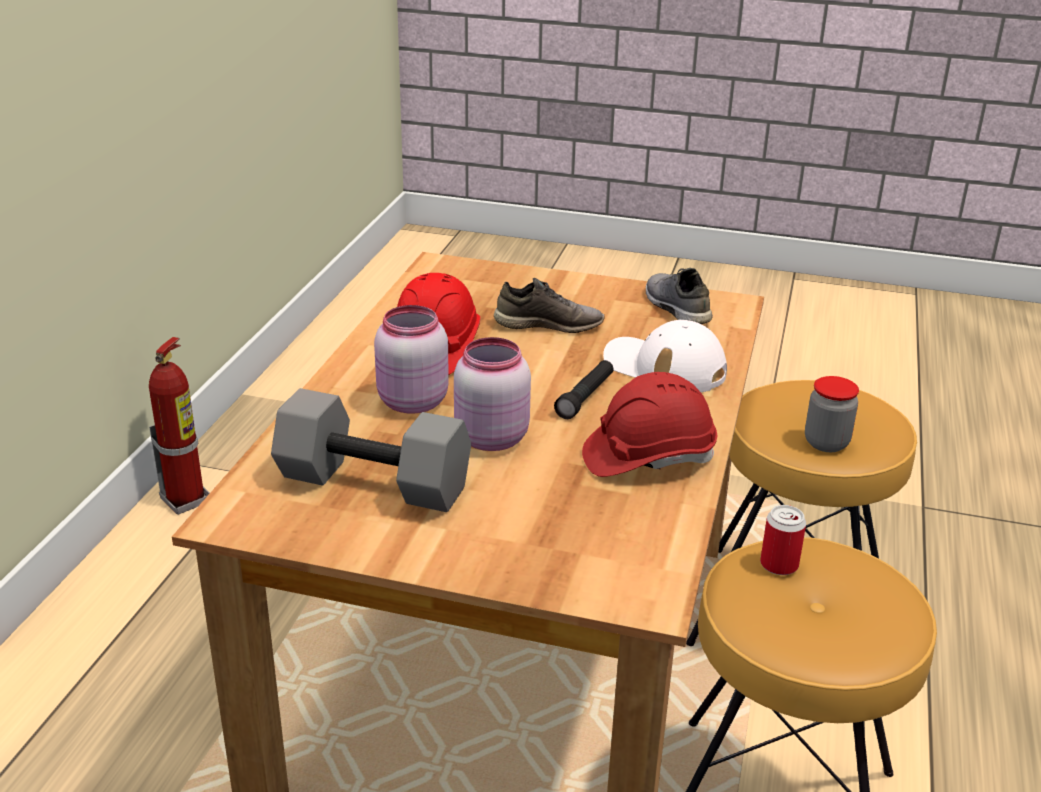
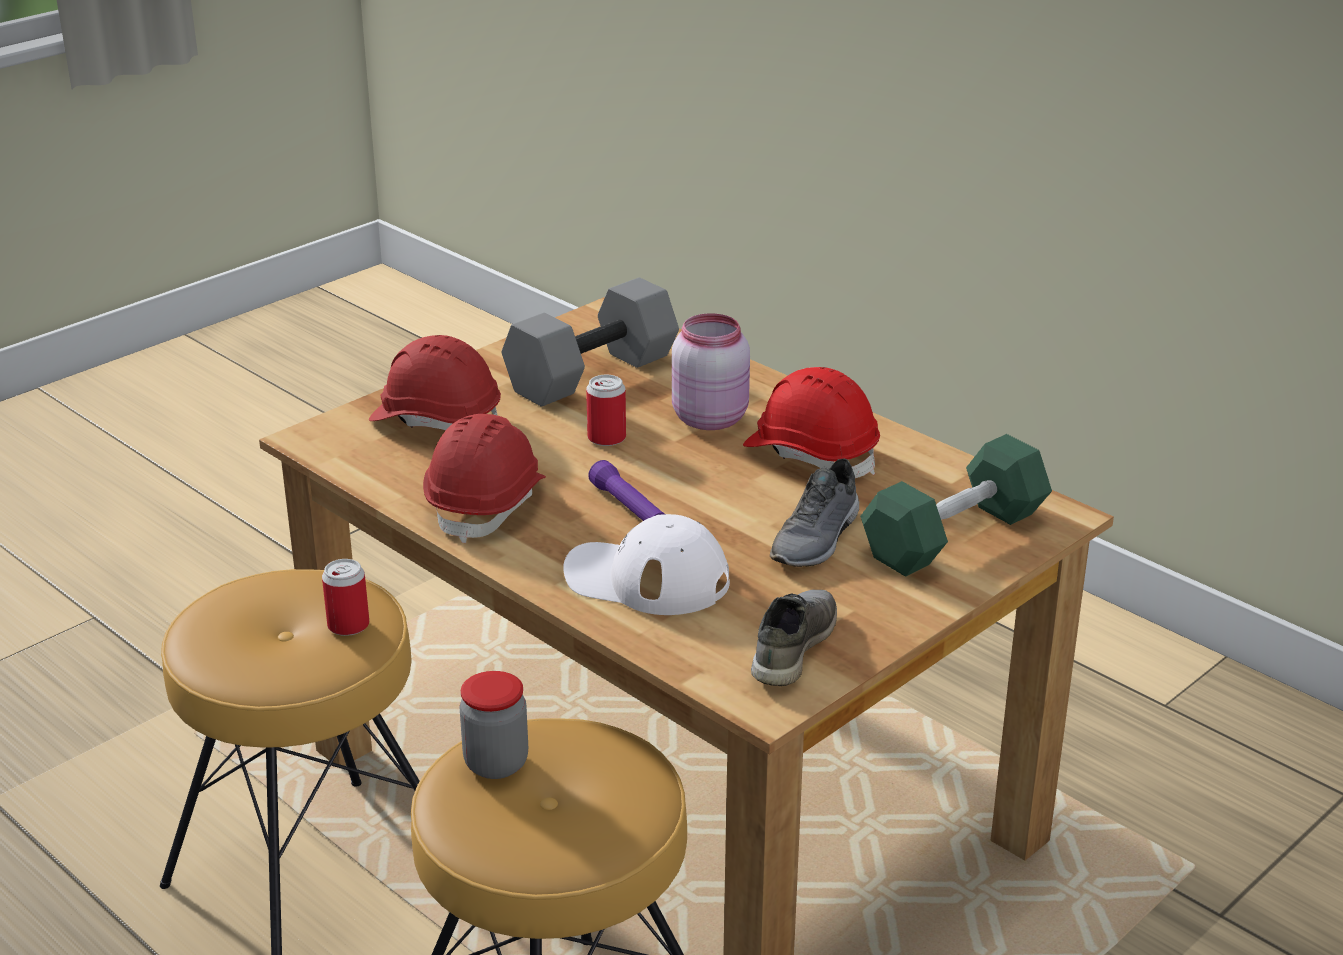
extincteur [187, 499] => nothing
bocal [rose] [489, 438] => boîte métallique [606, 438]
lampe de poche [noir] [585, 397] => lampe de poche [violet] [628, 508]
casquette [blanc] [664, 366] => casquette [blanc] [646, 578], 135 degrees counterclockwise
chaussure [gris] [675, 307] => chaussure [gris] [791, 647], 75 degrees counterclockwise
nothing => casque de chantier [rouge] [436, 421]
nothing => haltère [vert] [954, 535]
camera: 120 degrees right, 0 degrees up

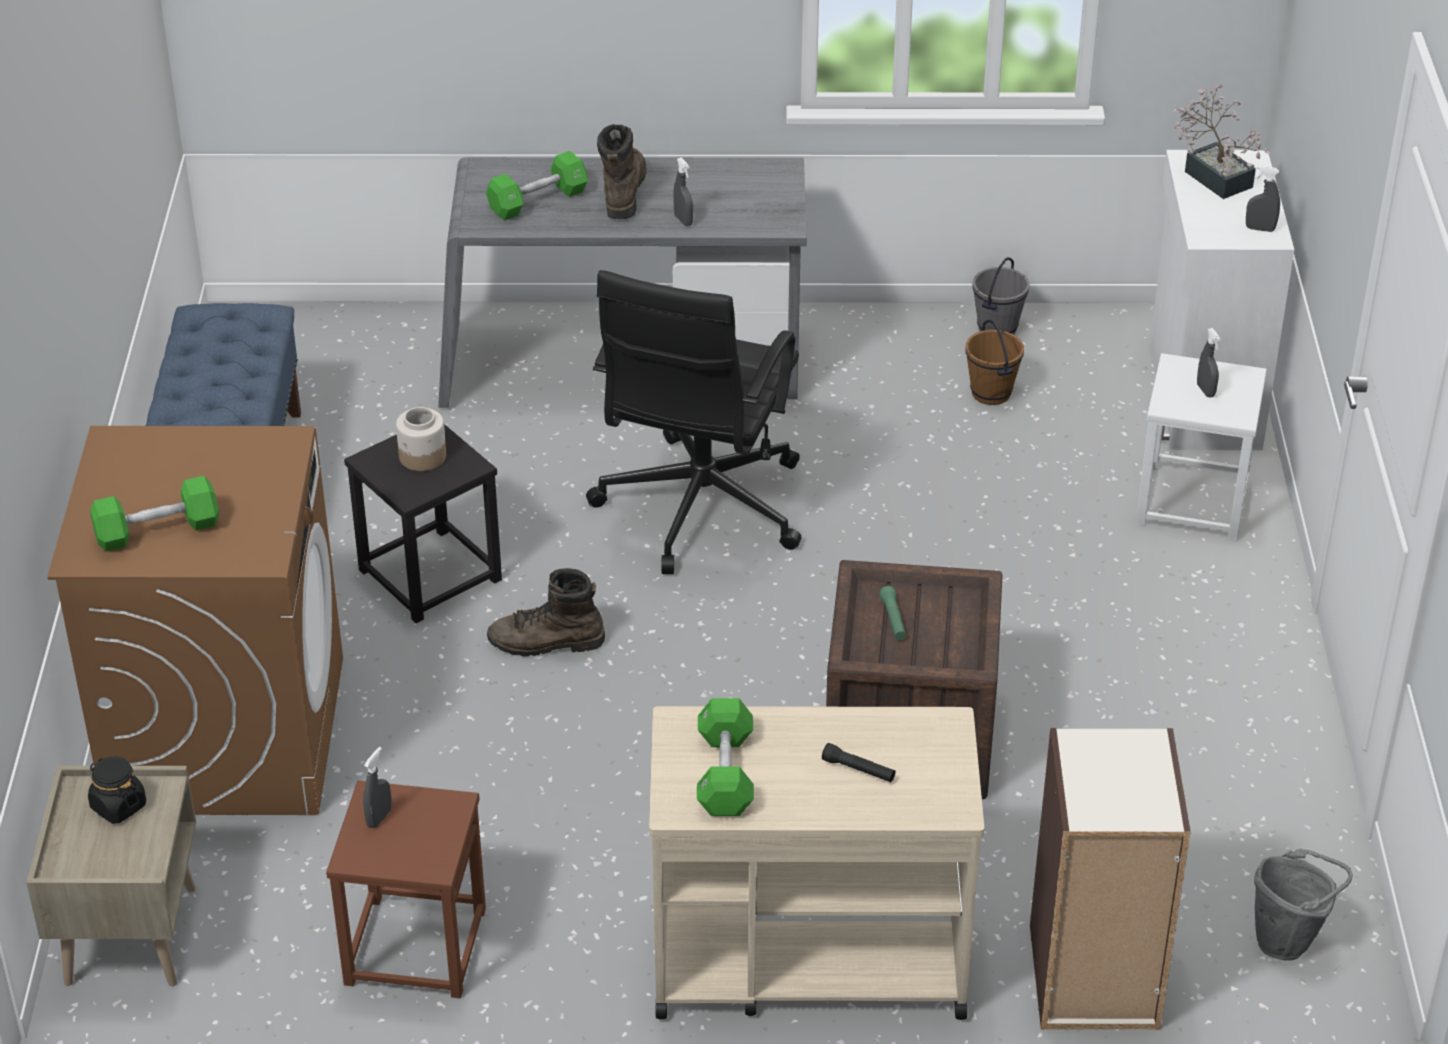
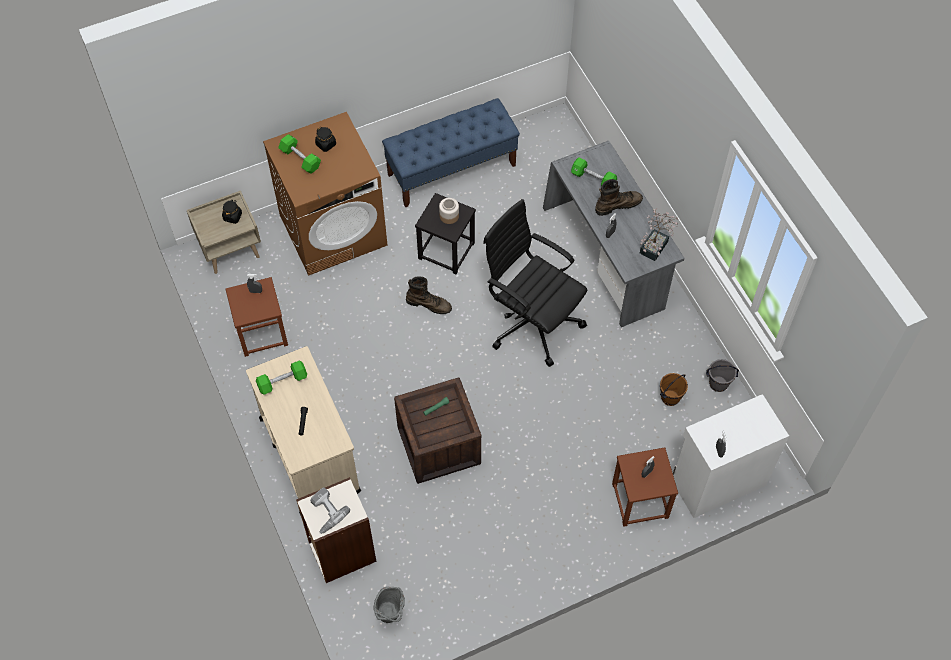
botte [marron] [546, 643] => botte [marron] [429, 304], 135 degrees clockwise
chaise de bureau [noir] [699, 510] => chaise de bureau [noir] [532, 321], 45 degrees clockwise
tabouret [blanc] [1191, 502] => tabouret [marron] [639, 500]
plante en pot [1213, 175] => plante en pot [656, 245], moved
nothing => perceuse [325, 513]
nothing => bocal [noir] [326, 144]
camera: 65 degrees right, 20 degrees up

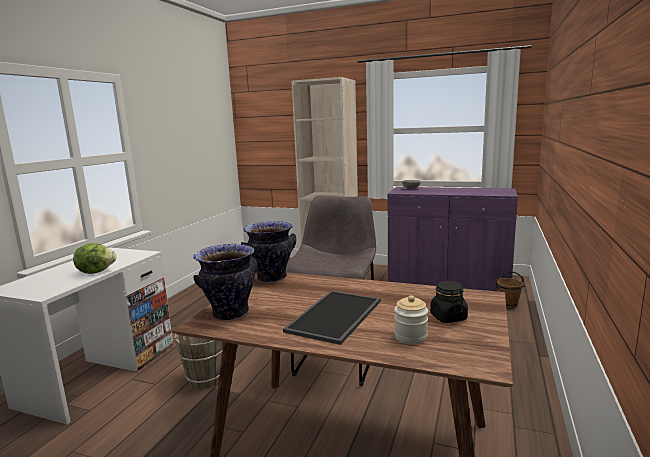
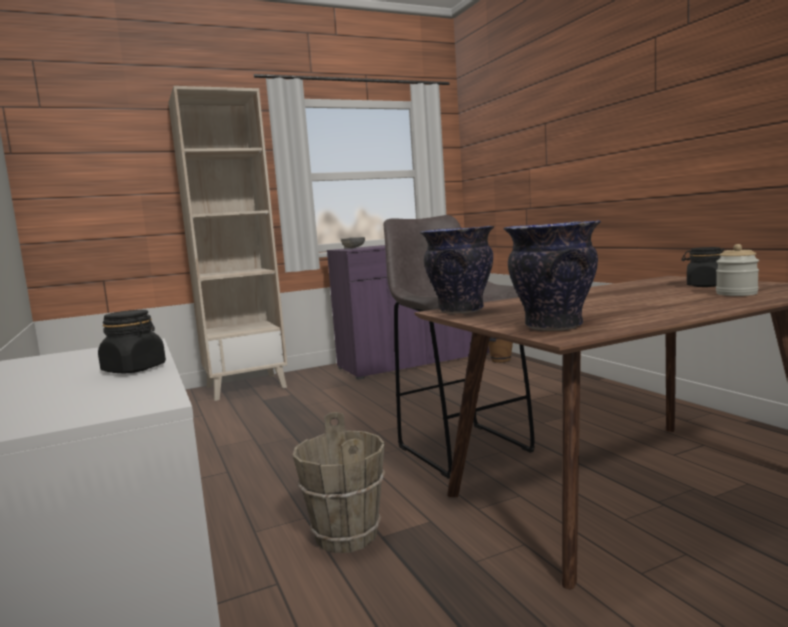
laitue [96, 271] => bocal [noir] [134, 369]
plateau [336, 316] => nothing
camera: 45 degrees left, 5 degrees down

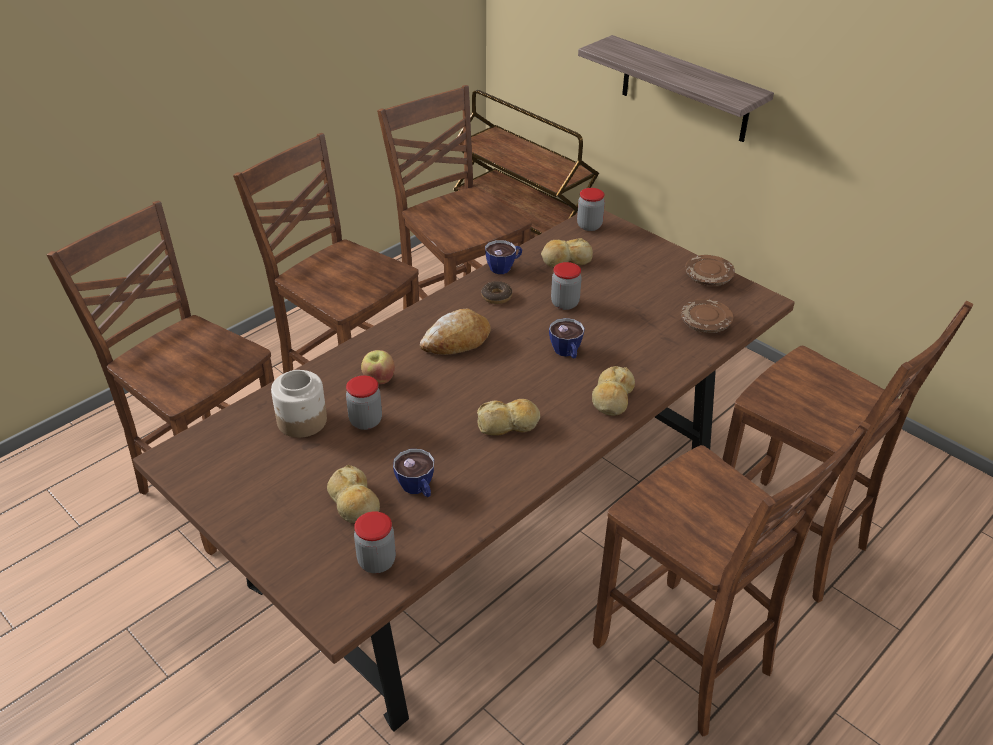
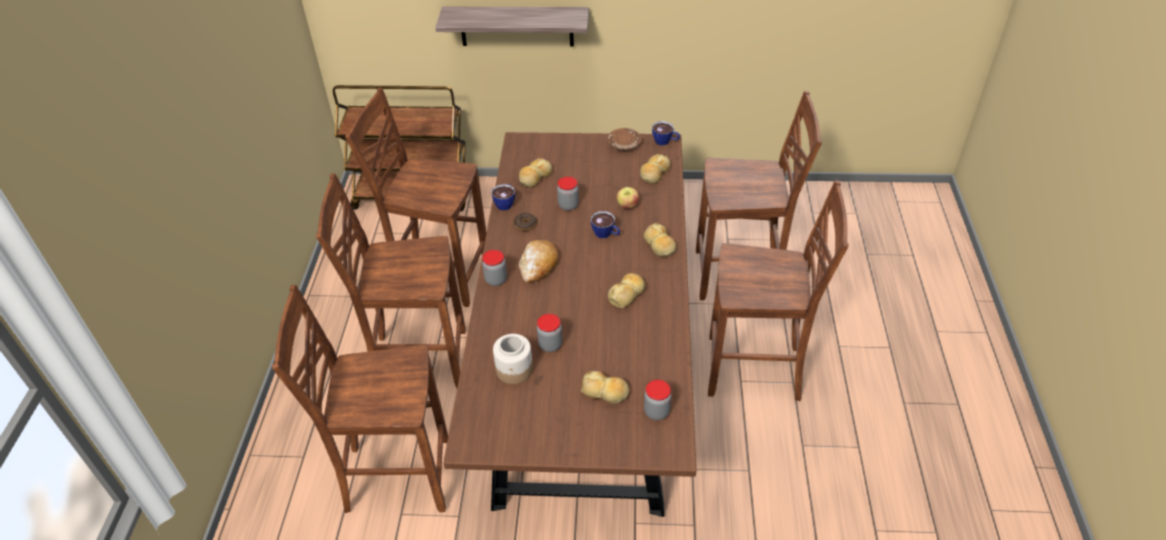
pomme [379, 379] => pomme [627, 206], moved
tasse [418, 489] => tasse [665, 142], moved
bocal [589, 226] => bocal [496, 280], moved
assiette [marron] [705, 324] => pain [654, 173]
camera: 40 degrees left, 5 degrees up

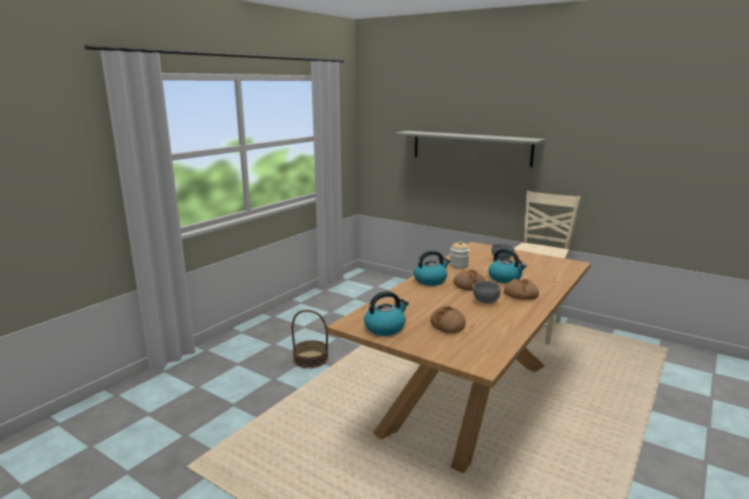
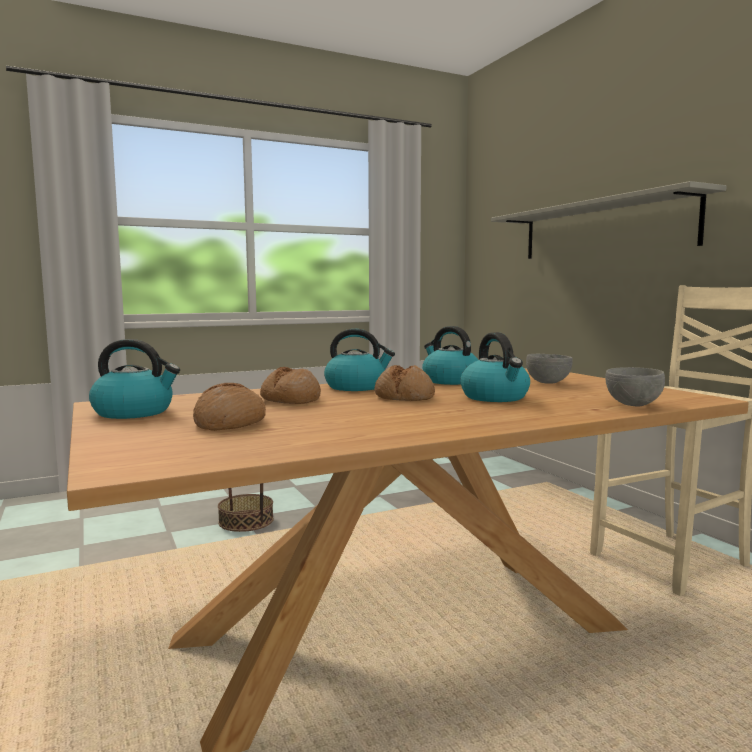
bocal [459, 265] => bouilloire [449, 381]
bol [gris] [485, 301] => bol [gris] [634, 404], moved
pain [520, 295] => pain [290, 400], moved
camera: 30 degrees right, 10 degrees down

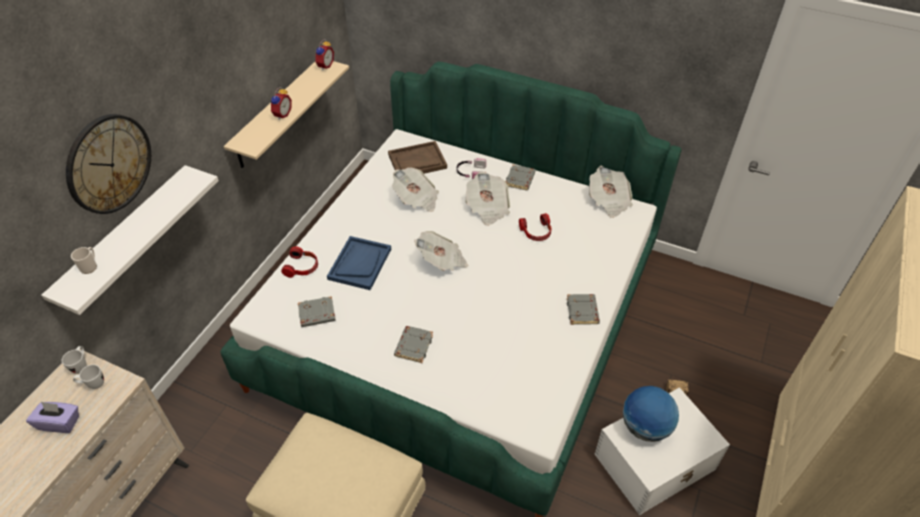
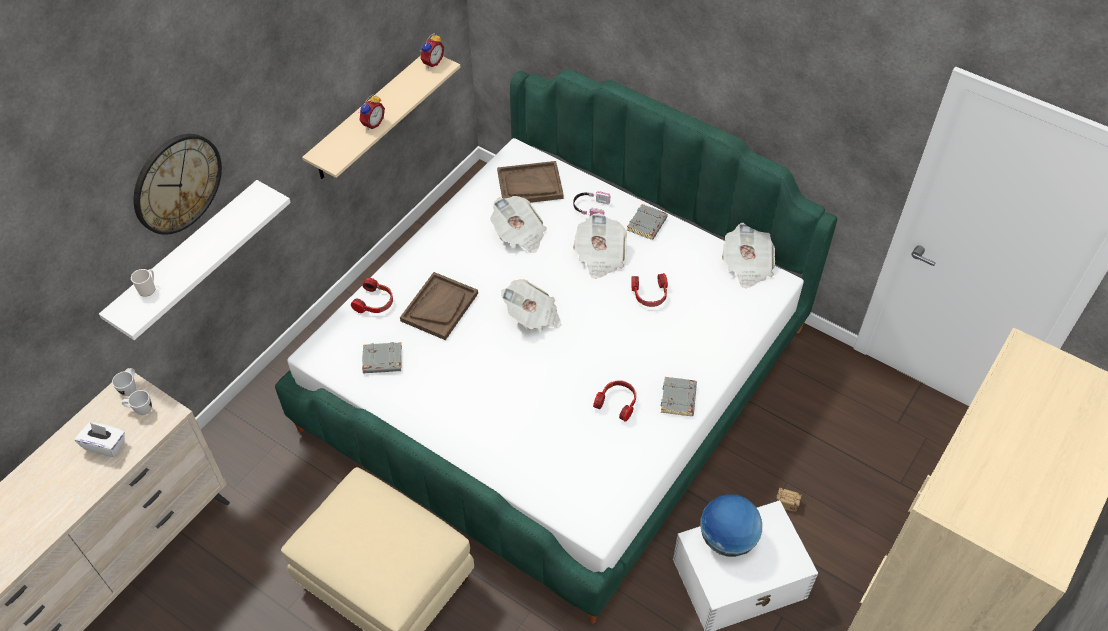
boîte à mouchoirs [violet] [60, 423] => boîte à mouchoirs [blanc] [106, 445]
plateau [bleu] [360, 264] => plateau [marron] [439, 307]
livre [gris] [413, 345] => nothing
nothing => casque audio [617, 402]
camera: 10 degrees right, 5 degrees up

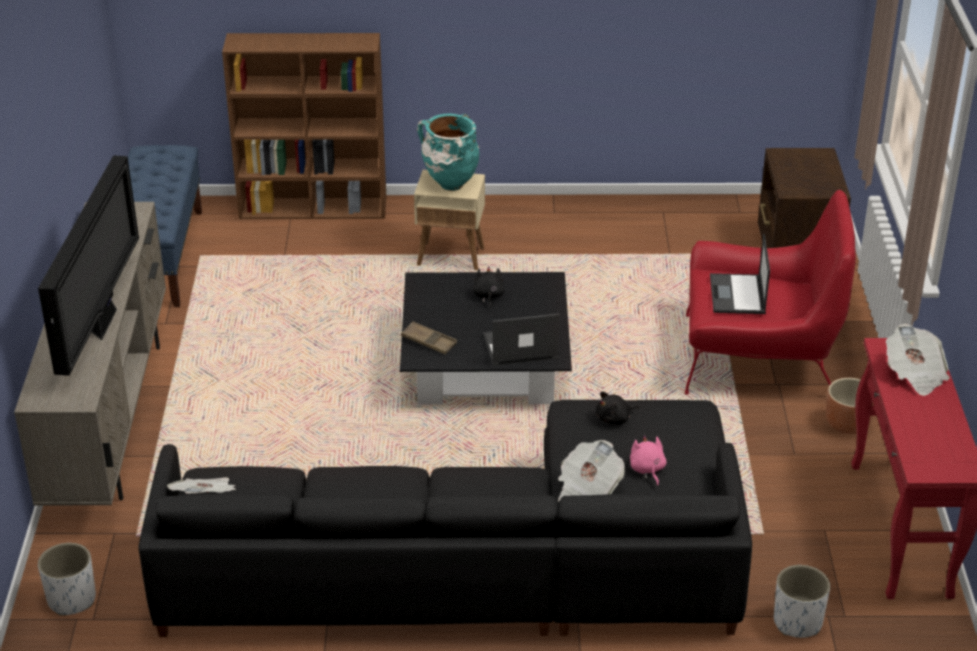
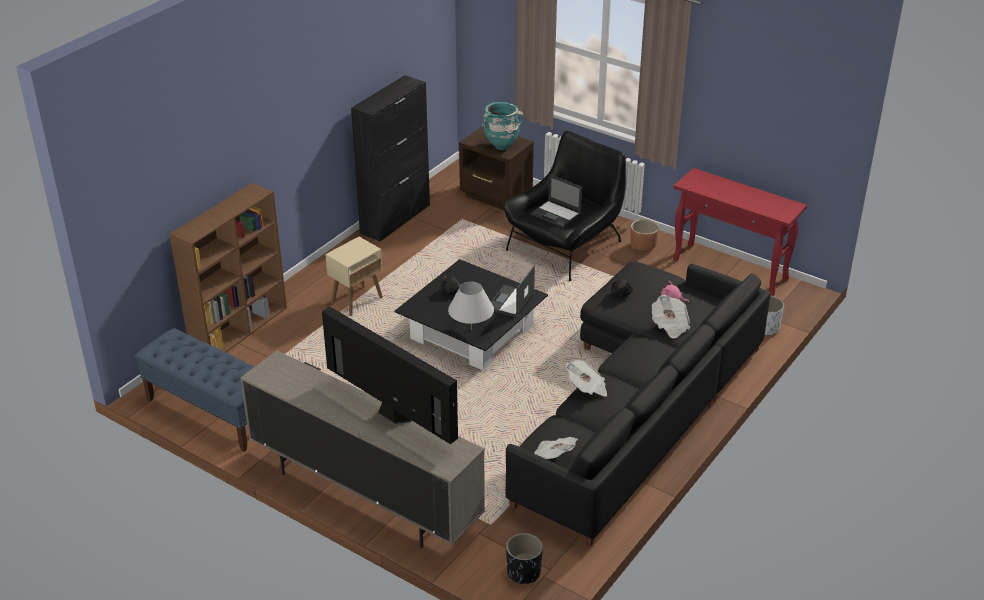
cache-pot [blanc] [71, 599] => cache-pot [noir] [523, 572]
plateau [marron] [429, 341] => lampe de table [blanc] [471, 329]
vase [turquoise] [450, 184] => vase [turquoise] [500, 146], moved
fauteuil [rouge] [758, 358] => fauteuil [noir] [565, 246]
journal [915, 374] => journal [587, 388], moved
nothing => meuble de rangement [noir] [395, 218]
camera: 55 degrees left, 0 degrees up

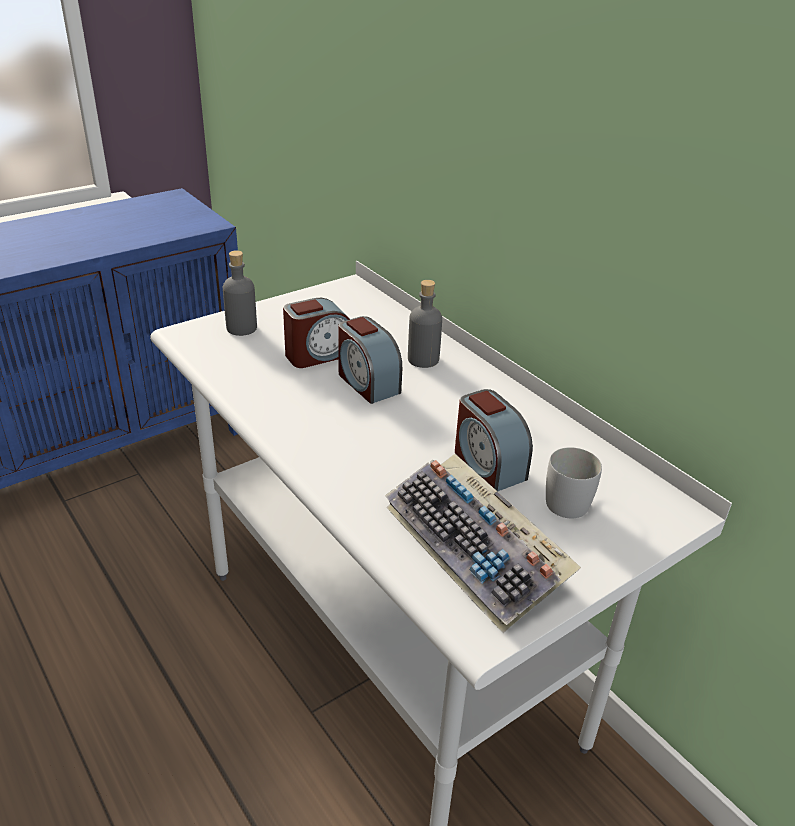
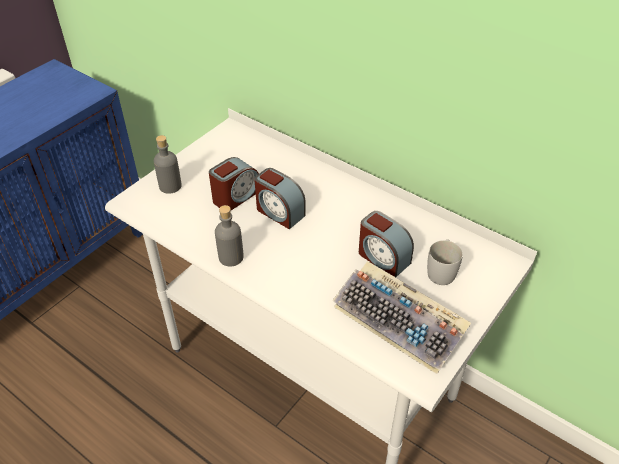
bouteille [gris] [423, 359] => bouteille [gris] [231, 257], moved
camera: 15 degrees left, 10 degrees up

